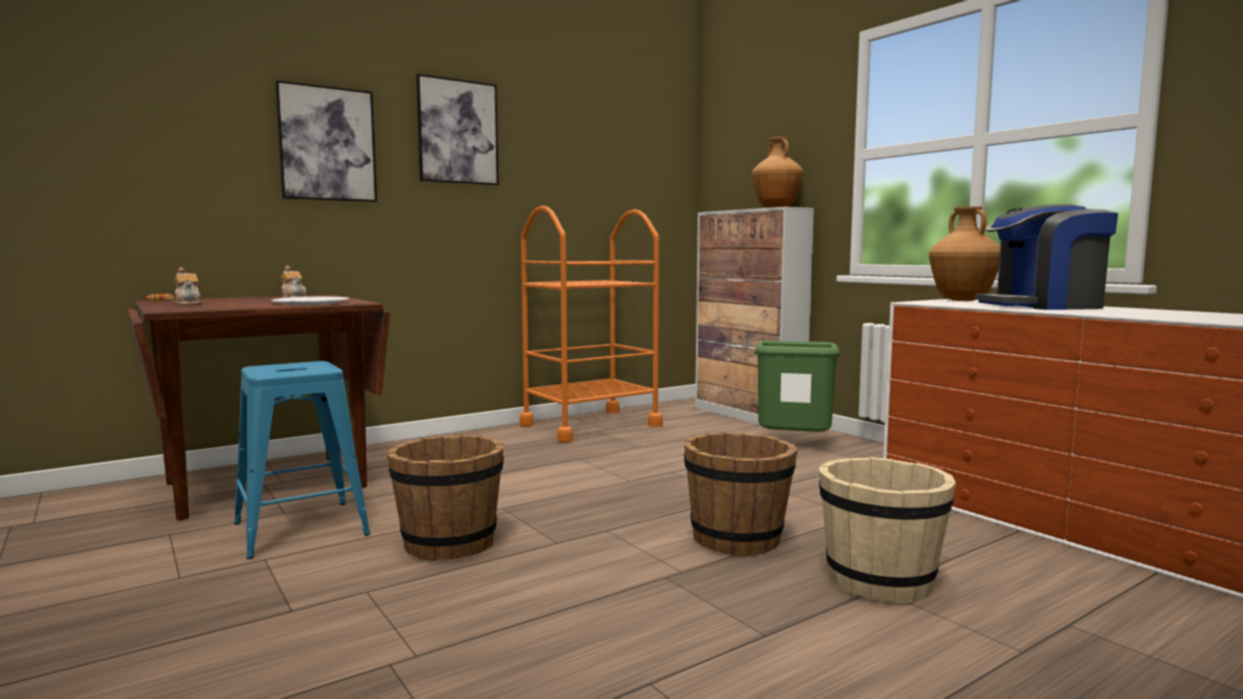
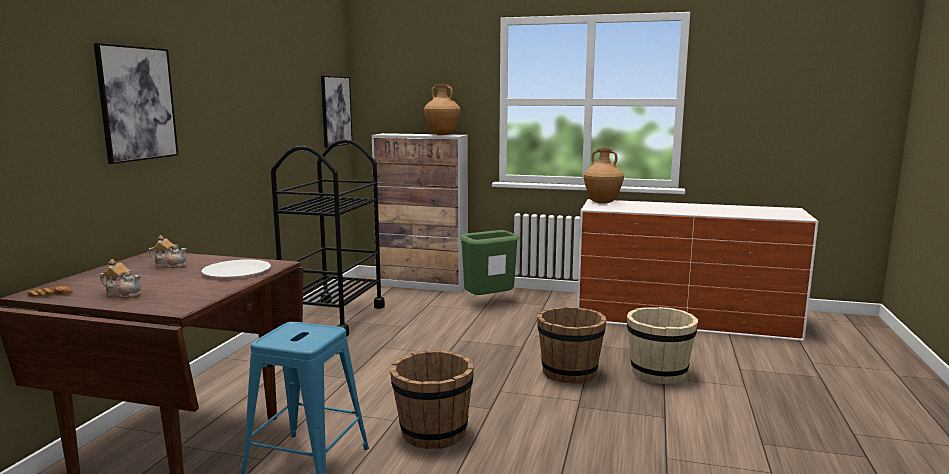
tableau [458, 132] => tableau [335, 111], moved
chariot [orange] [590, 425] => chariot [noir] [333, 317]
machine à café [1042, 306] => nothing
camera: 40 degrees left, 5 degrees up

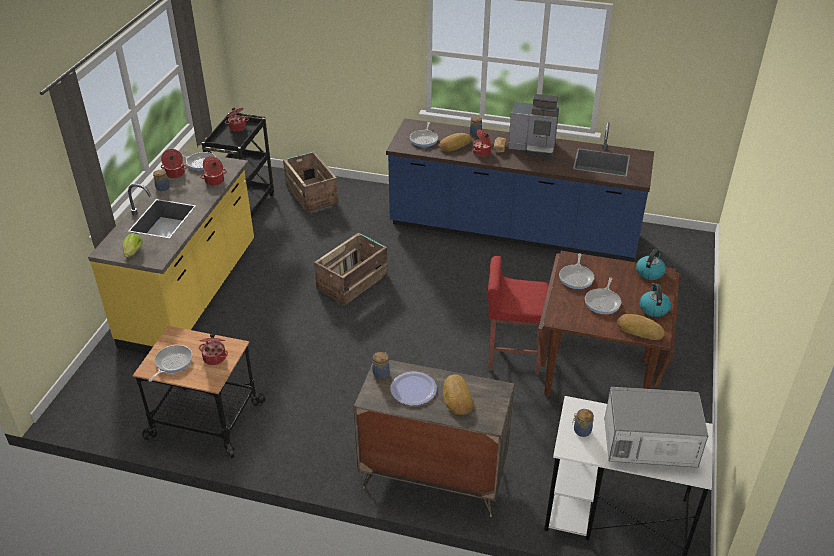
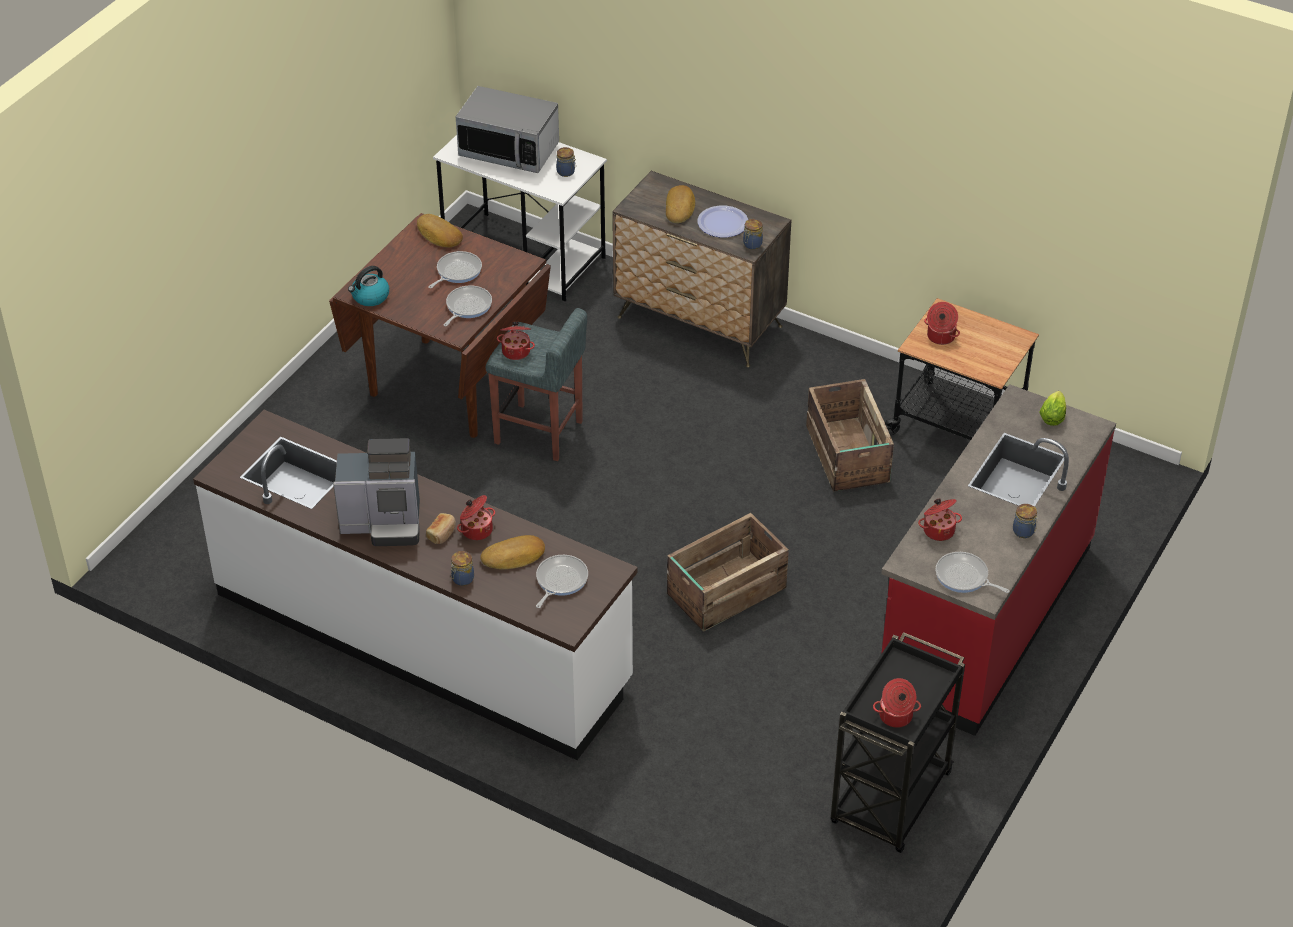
comptoir de cuisine [jaune] [192, 294] => comptoir de cuisine [rouge] [984, 617]
poêle [172, 363] => nothing
marmite [175, 174] => marmite [516, 351], moved
caisse [311, 194] => caisse [847, 455], moved
comptoir de cuisine [bleu] [513, 231] => comptoir de cuisine [blanc] [422, 638]
tabouret [rouge] [513, 356] => tabouret [gris] [539, 433]
machine à café [533, 148] => machine à café [384, 523], 150 degrees clockwise
bouilloire [653, 308] => nothing
camera: 165 degrees left, 5 degrees up

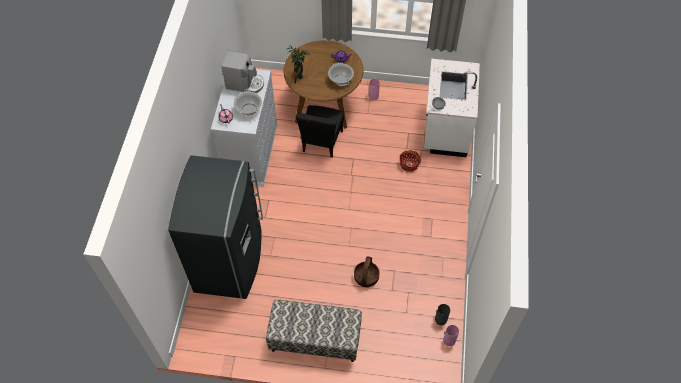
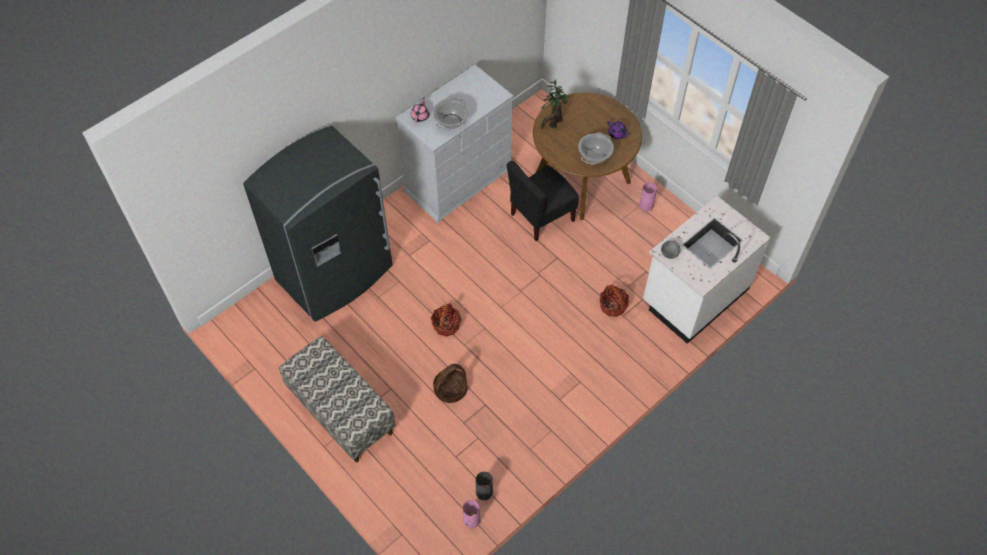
machine à café [245, 83] => nothing
nothing => panier [446, 325]
camera: 40 degrees right, 0 degrees up

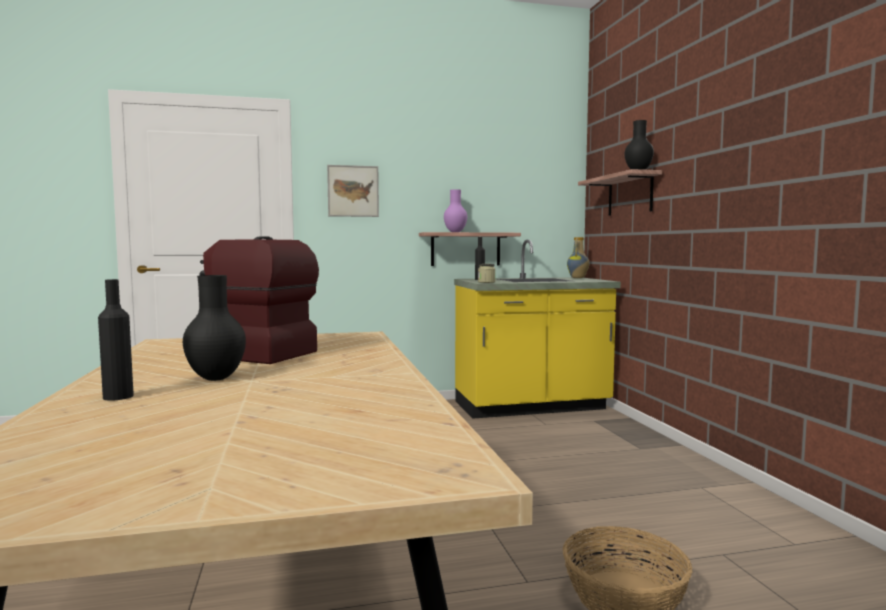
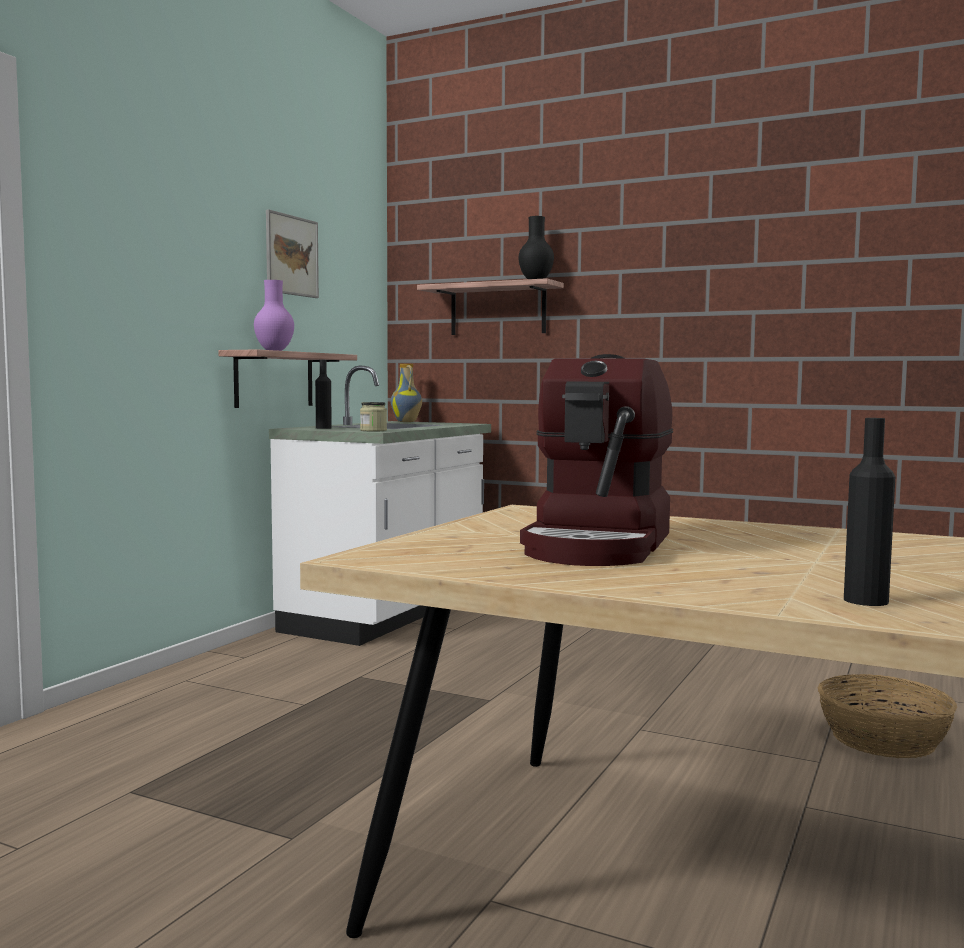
vase [noir] [217, 378] => nothing
machine à café [249, 353] => machine à café [600, 545], 45 degrees counterclockwise
tableau [353, 191] => tableau [291, 255], moved
comptoir de cuisine [jaune] [532, 407] => comptoir de cuisine [blanc] [388, 615]
camera: 50 degrees left, 0 degrees up

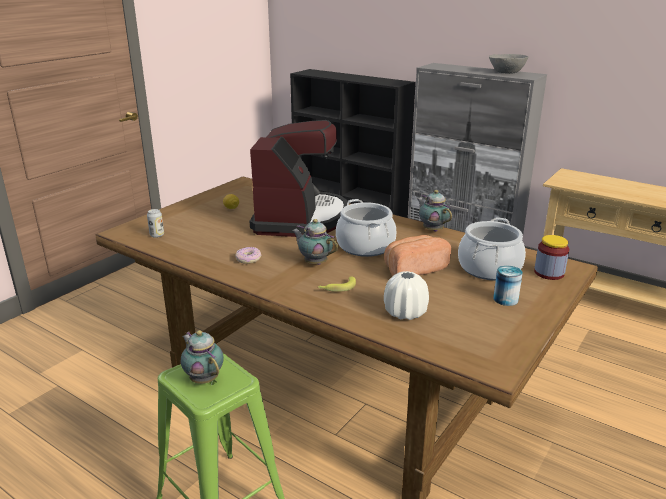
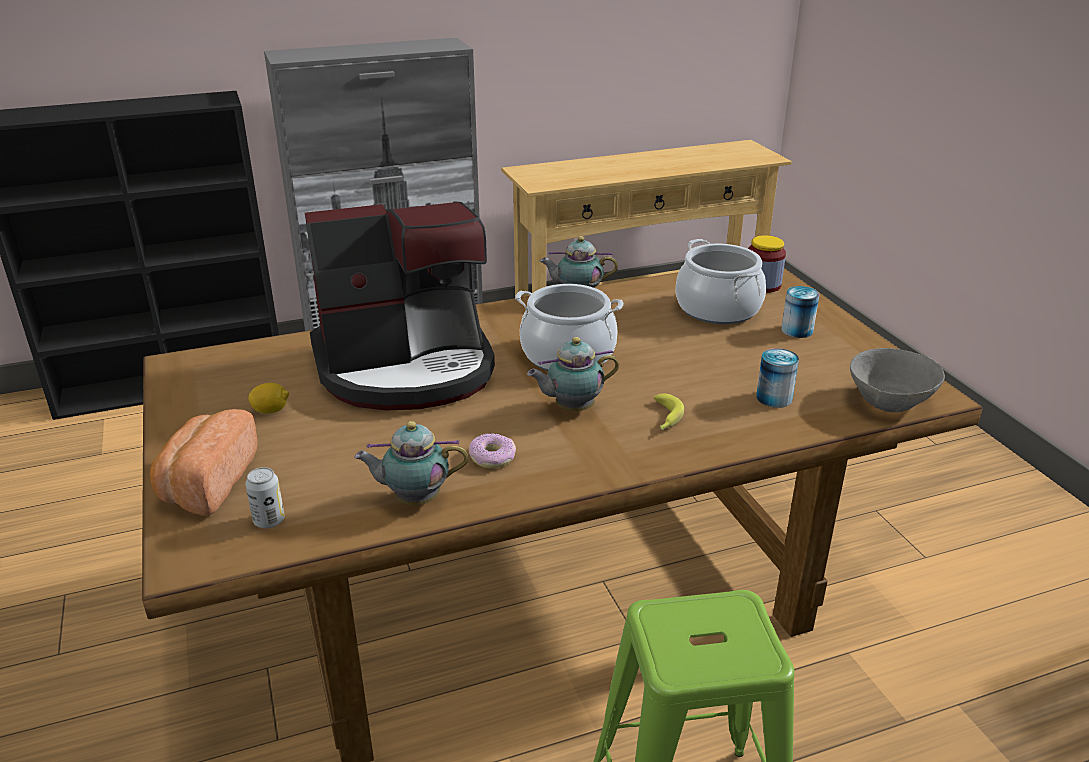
théière [203, 378] => théière [414, 499], moved
machine à café [300, 218] => machine à café [407, 367], 120 degrees clockwise
pain [413, 269] => pain [207, 483], moved
vase [blanc] [405, 313] => boîte métallique [774, 398]
bol [gris] [507, 72] => bol [gris] [888, 401], moved
camera: 55 degrees left, 5 degrees up

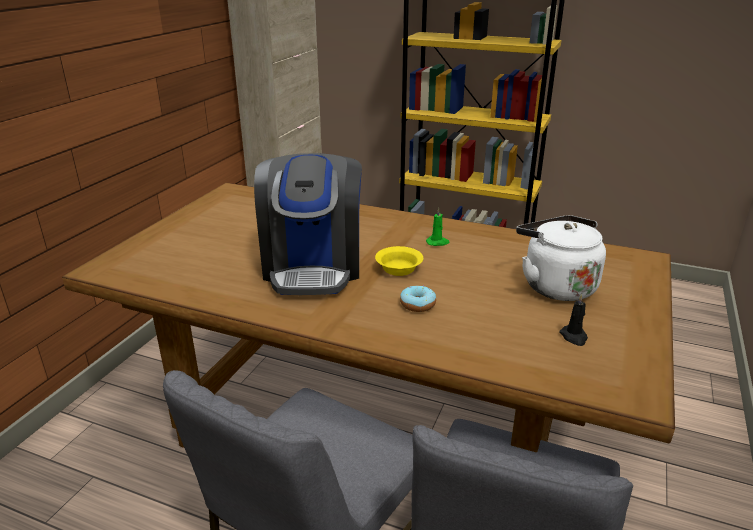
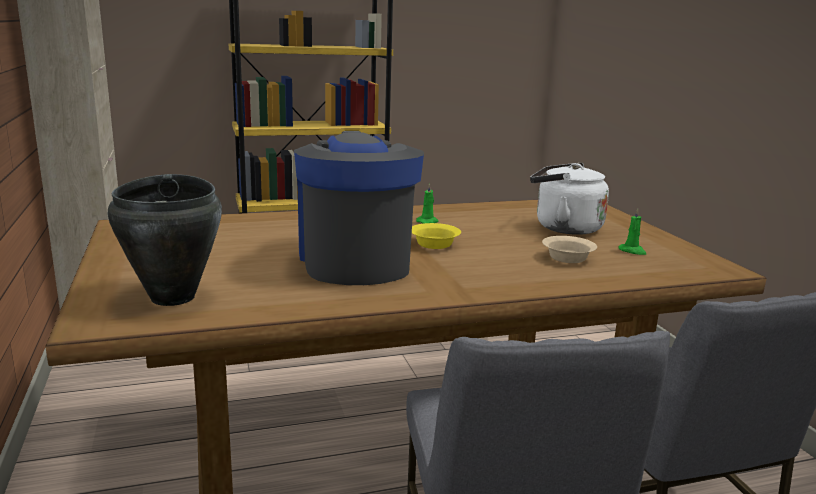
machine à café [313, 266] => machine à café [354, 260], 150 degrees counterclockwise
beignet [417, 304] => nothing
bougie [noir] [574, 337] => bougie [vert] [632, 251]
nothing => marmite [noir] [174, 297]
nothing => bol [beige] [567, 258]
camera: 40 degrees left, 10 degrees down

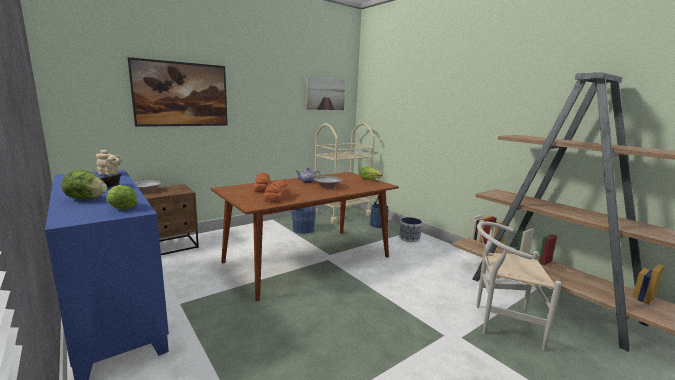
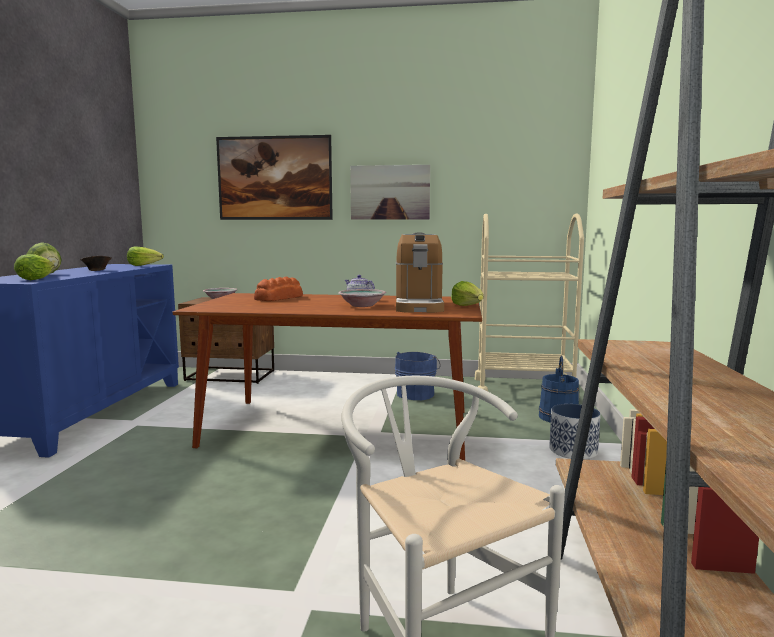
théière [beige] [110, 174] => laitue [144, 265]
pain [276, 197] => nothing
tableau [325, 94] => tableau [390, 192], moved
nothing => machine à café [419, 306]
camera: 45 degrees right, 5 degrees down

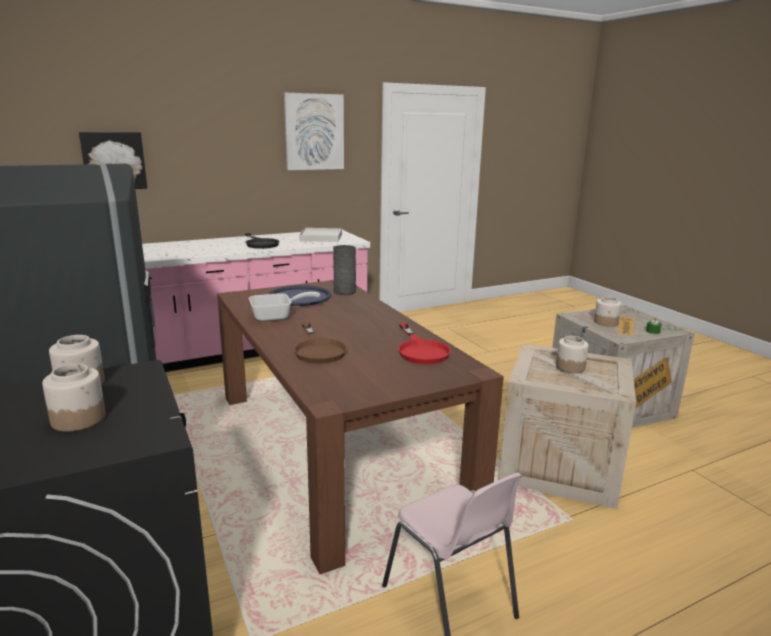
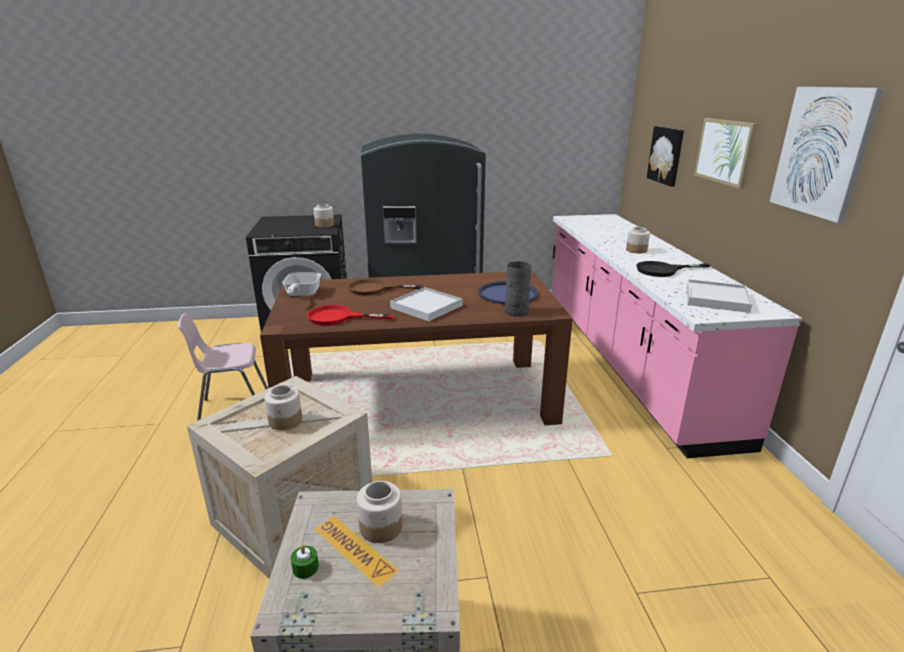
bocal [79, 419] => bocal [636, 250], moved
poêle [277, 317] => poêle [301, 294], moved
nothing => plateau [blanc] [426, 307]
nothing => tableau [725, 151]
camera: 110 degrees right, 5 degrees up

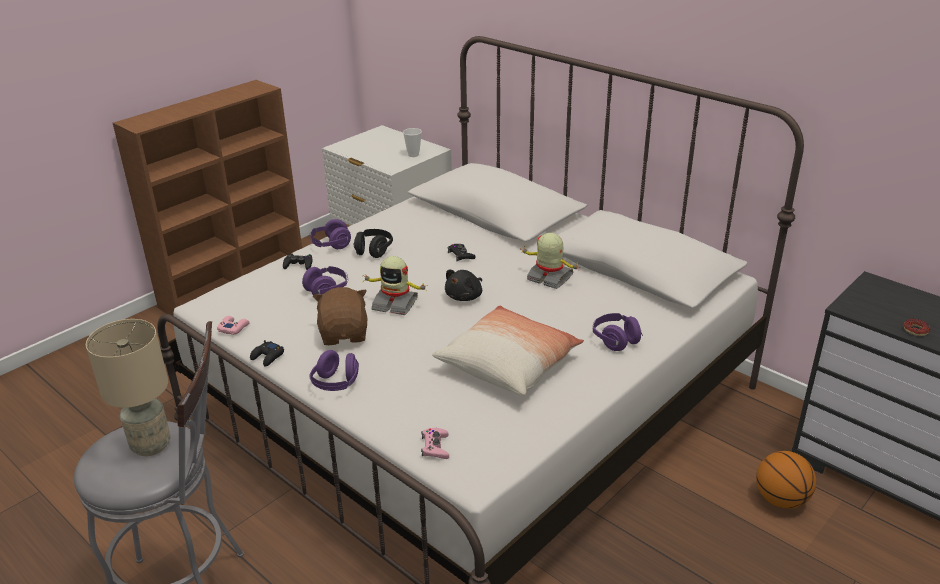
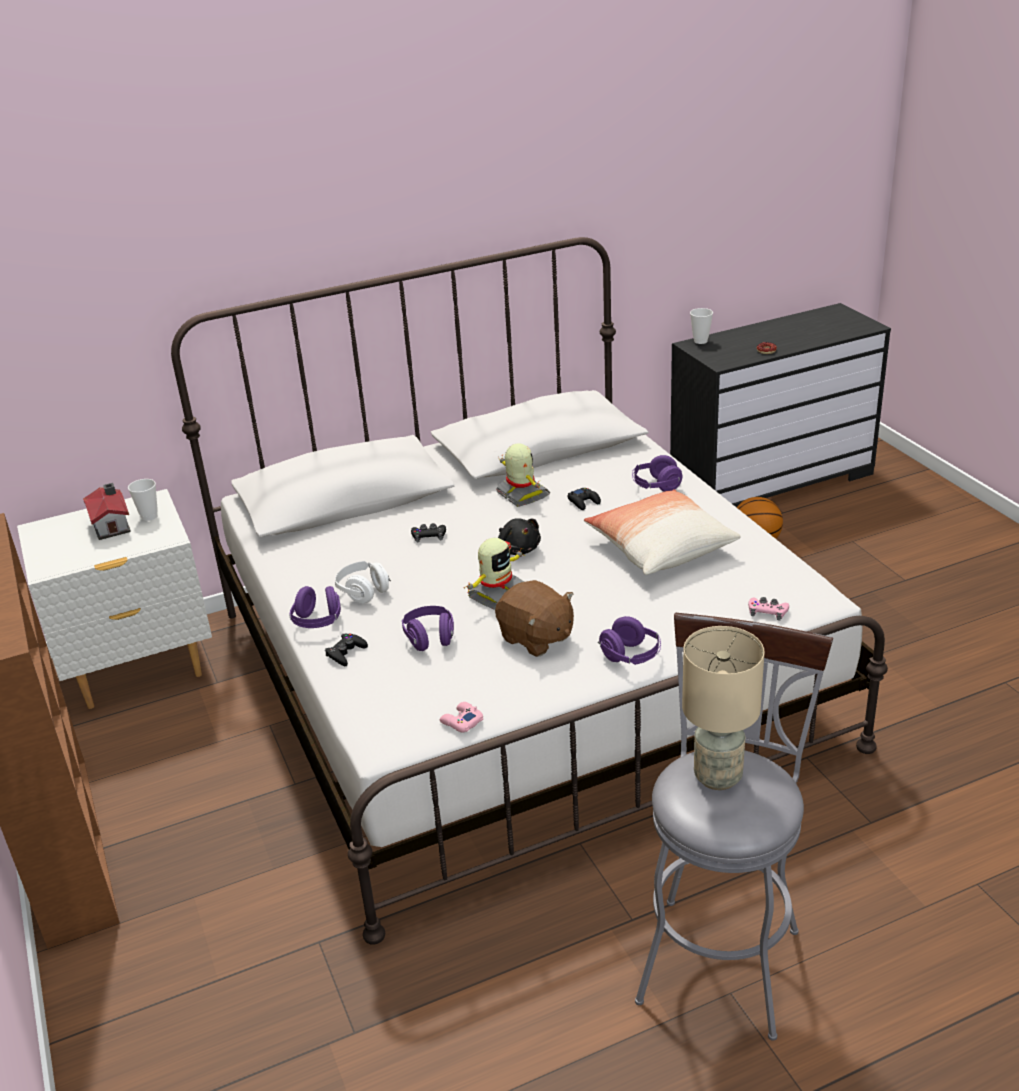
manette [noir] [267, 357] => manette [noir] [584, 502], moved
peluche [marron] [344, 334] => peluche [marron] [536, 638], 150 degrees counterclockwise
casque audio [noir] [373, 251] => casque audio [blanc] [363, 592]
robot jouet [549, 278] => robot jouet [522, 495], 90 degrees clockwise
nothing => maison miniature [112, 525]
nothing => tasse [700, 341]
camera: 65 degrees left, 0 degrees up

